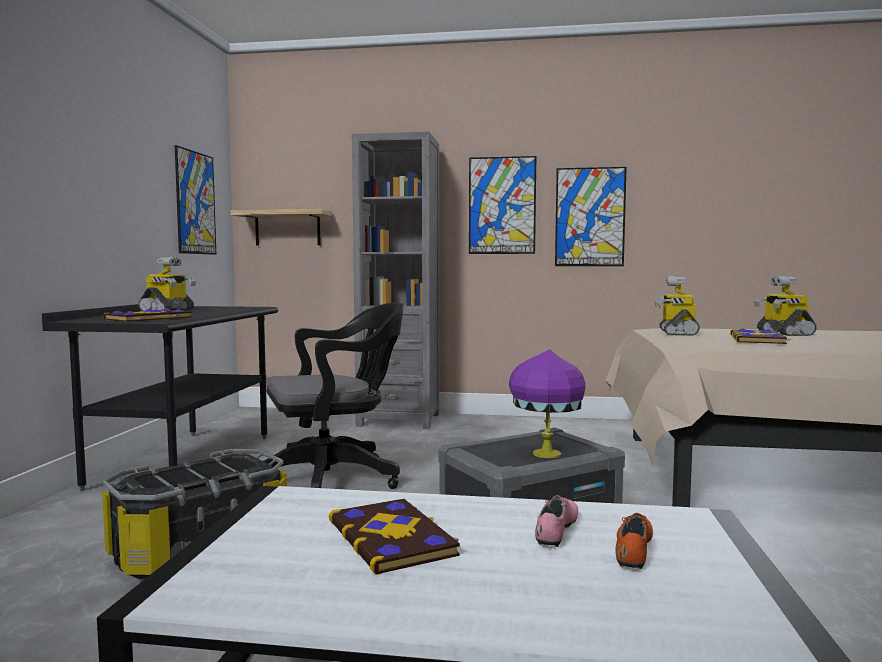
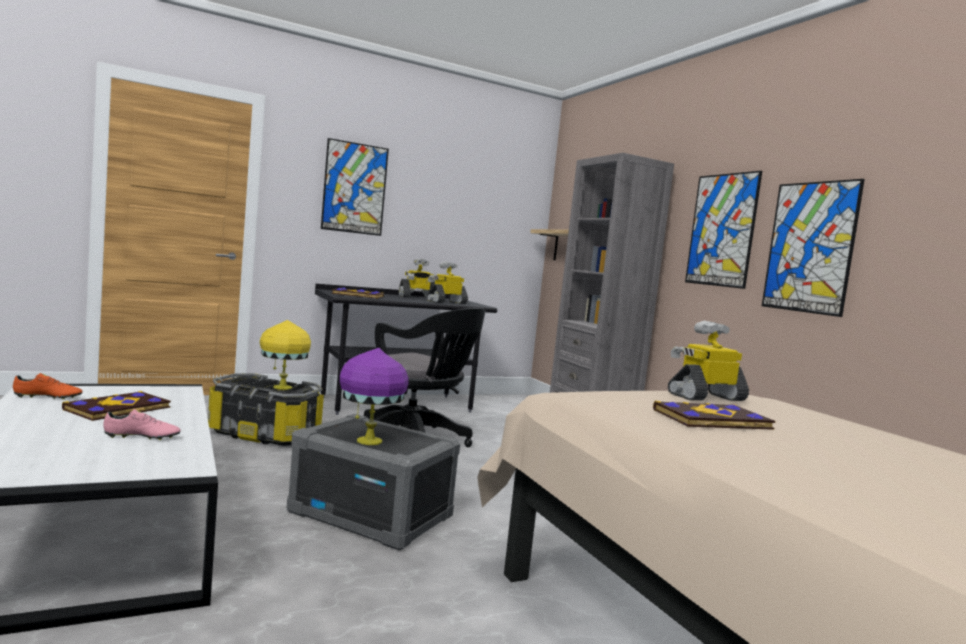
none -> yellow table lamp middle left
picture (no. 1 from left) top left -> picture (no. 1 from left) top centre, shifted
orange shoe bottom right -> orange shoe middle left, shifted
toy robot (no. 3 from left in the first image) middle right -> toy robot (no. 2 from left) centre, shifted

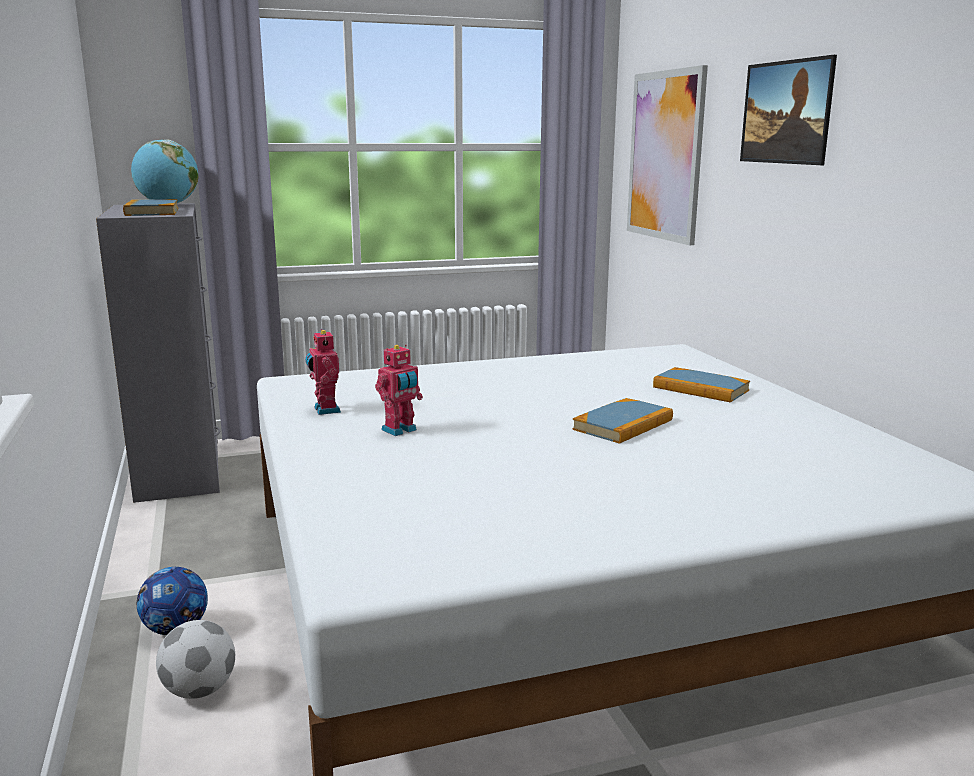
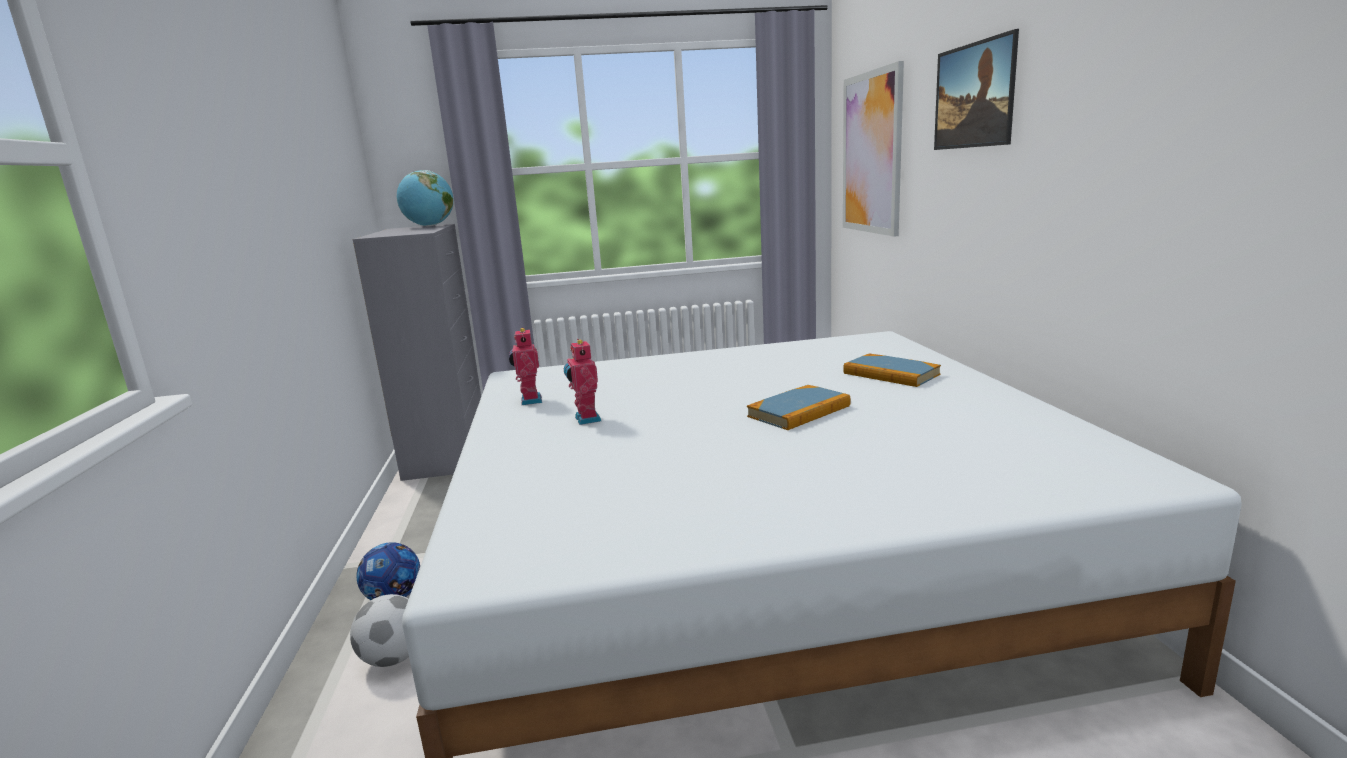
book (no. 1 from left) top left -> none
toy robot (no. 2 from left) centre, 105 degrees clockwise

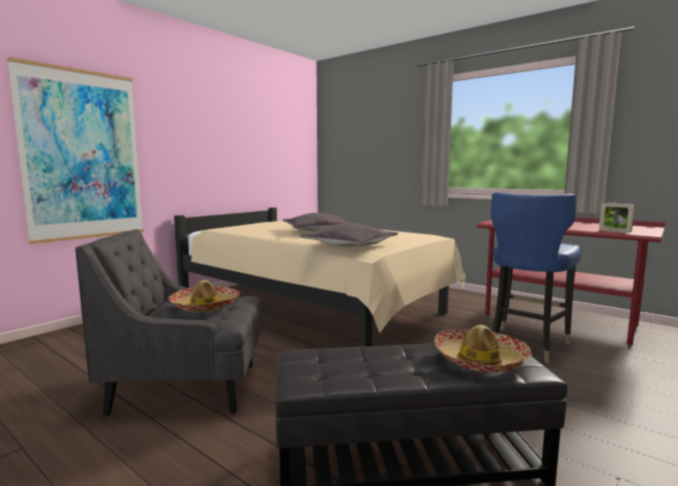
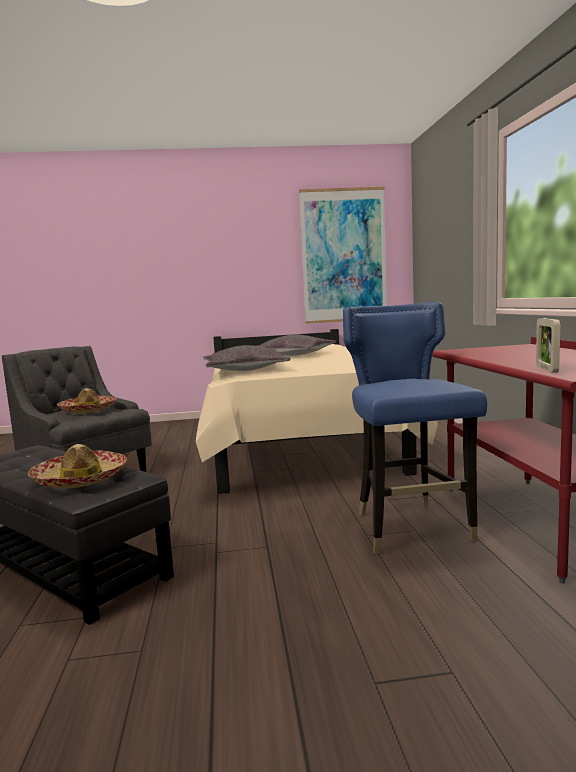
picture top left -> picture top centre, shifted
blue chair middle right, 90 degrees clockwise

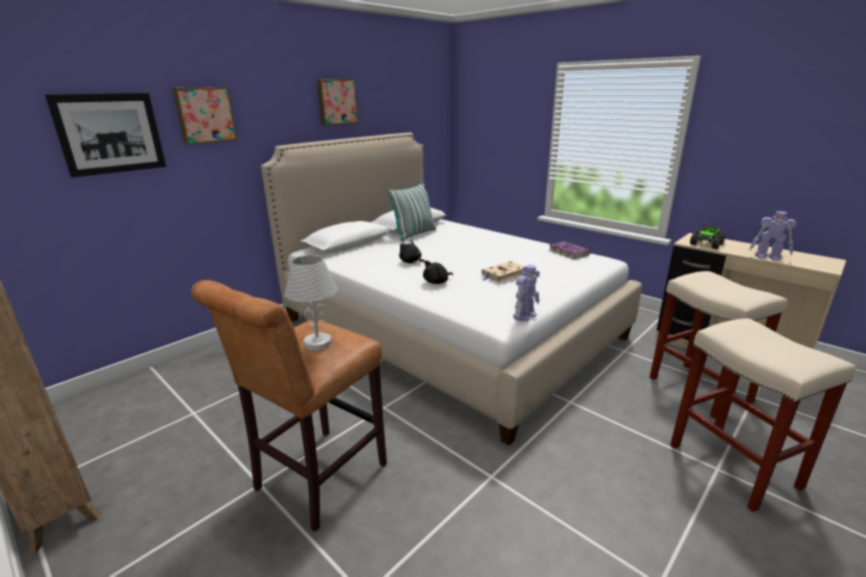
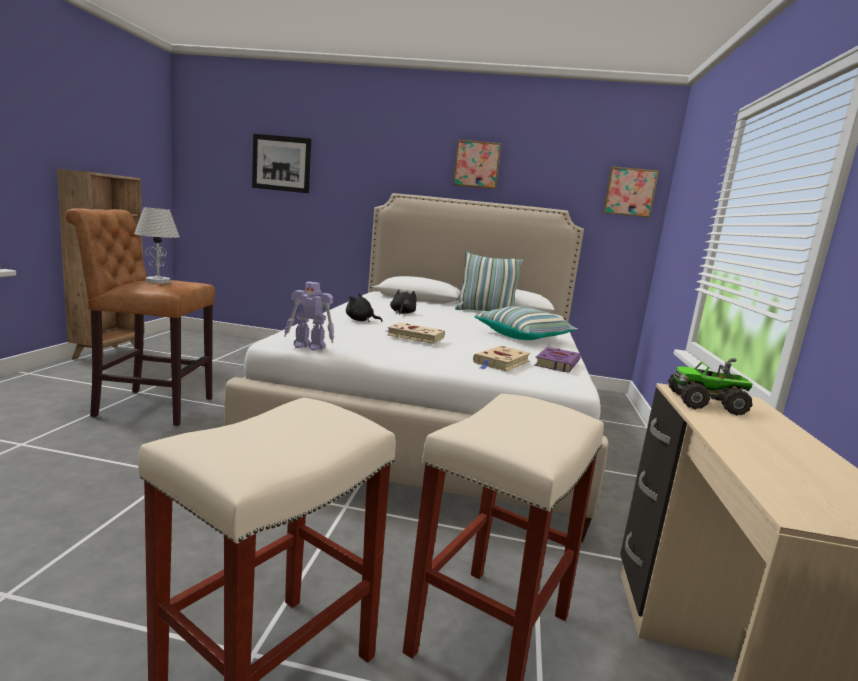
toy robot (no. 2 from left) middle right -> none
none -> beige book (no. 2 from left) centre
none -> pillow (no. 2 from left) centre
picture (no. 2 from left in the first image) top left -> picture (no. 3 from left) top right, shifted

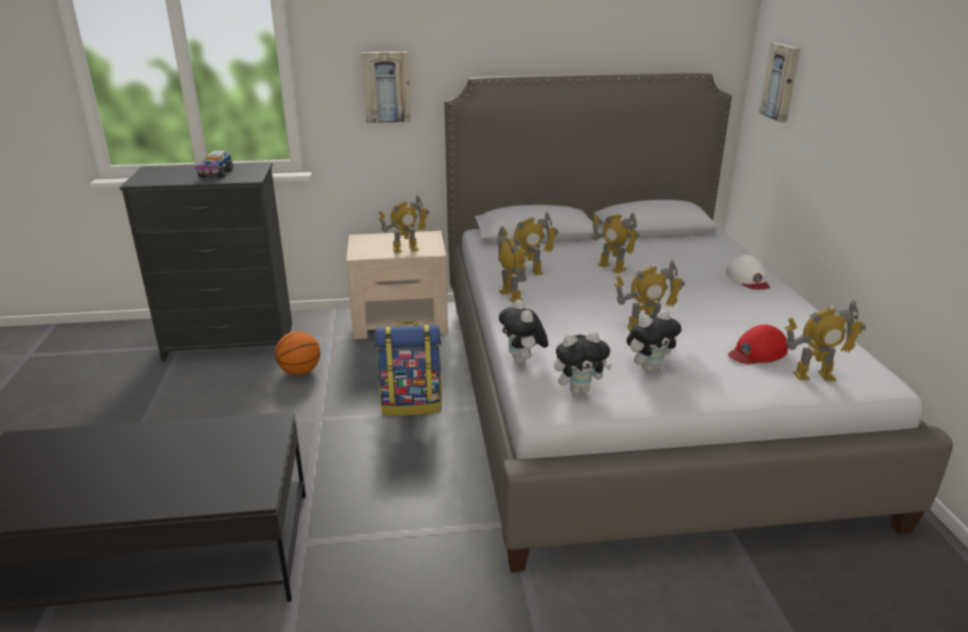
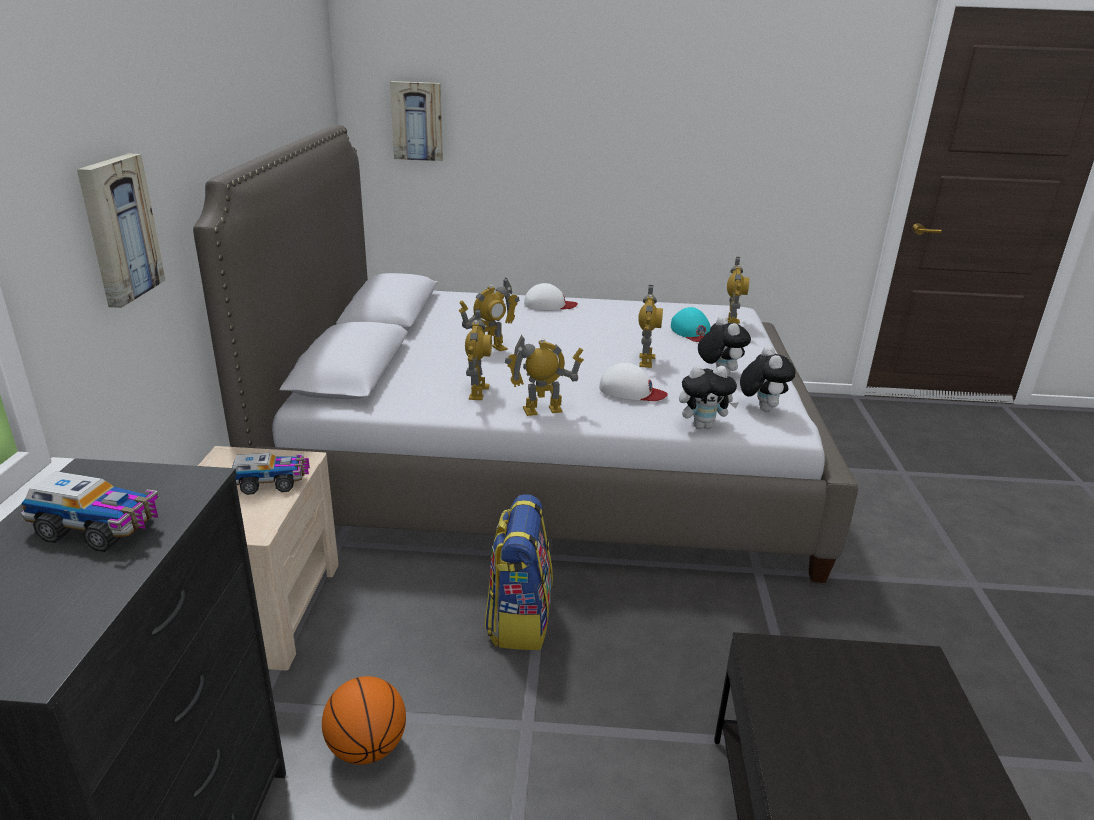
none -> white cap (no. 2 from left) centre
toy robot (no. 1 from left) centre -> toy truck (no. 2 from left) middle left
red cap middle right -> turquoise cap centre

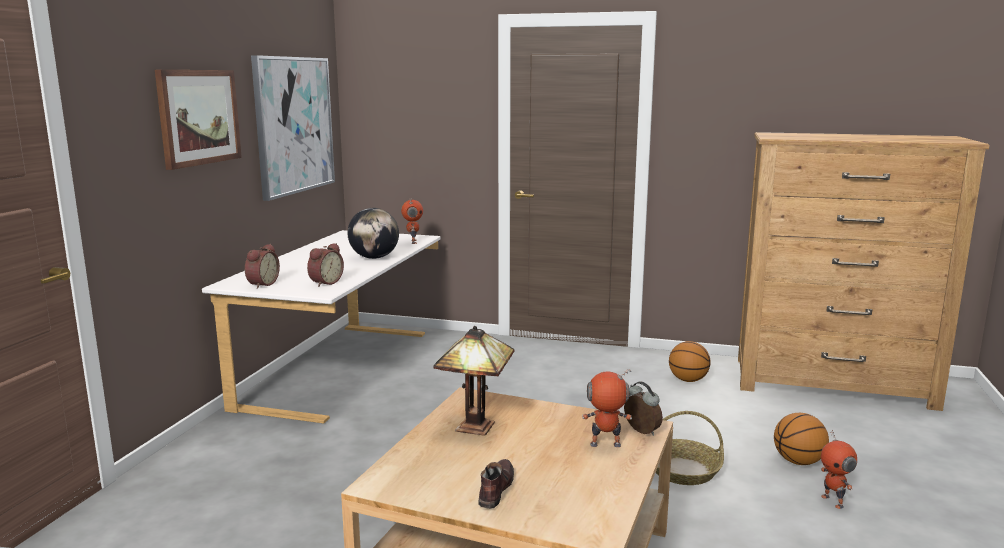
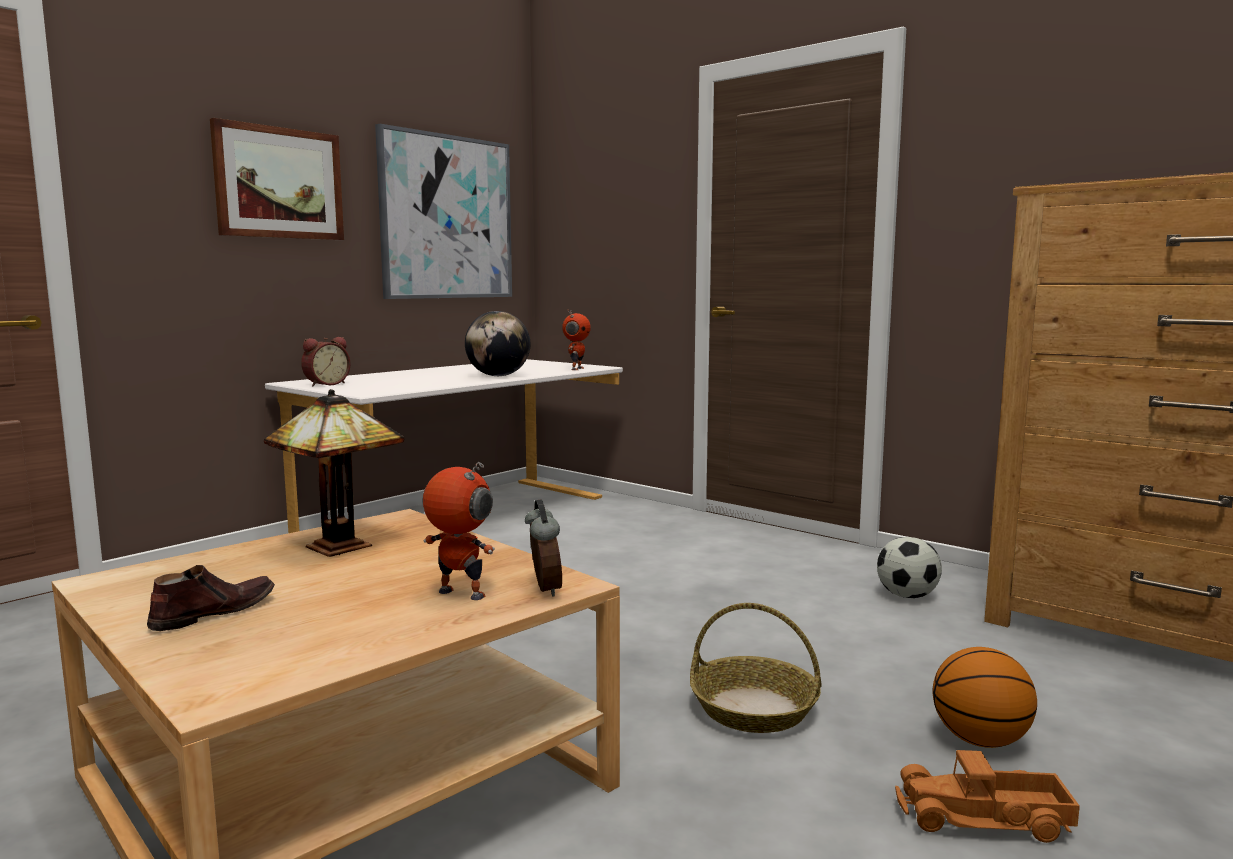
alarm clock (no. 2 from left) middle left -> none
basketball (no. 1 from left) middle right -> football middle right
toy robot (no. 3 from left) bottom right -> toy truck bottom right

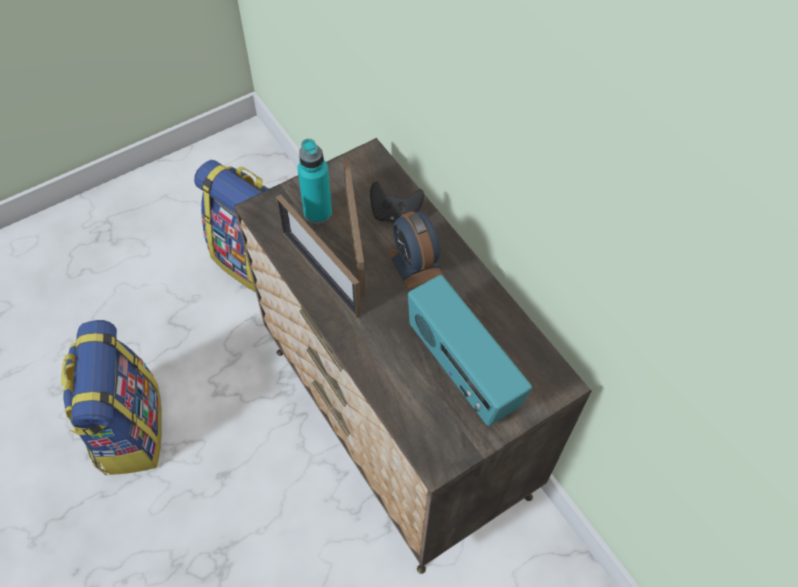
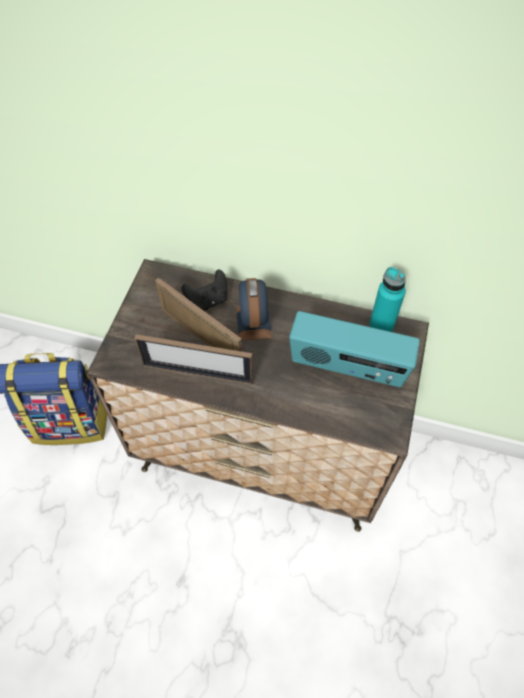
backpack (no. 1 from left) bottom left -> none
turquoise bottle top centre -> turquoise bottle middle right, shifted
alarm clock centre, 60 degrees clockwise

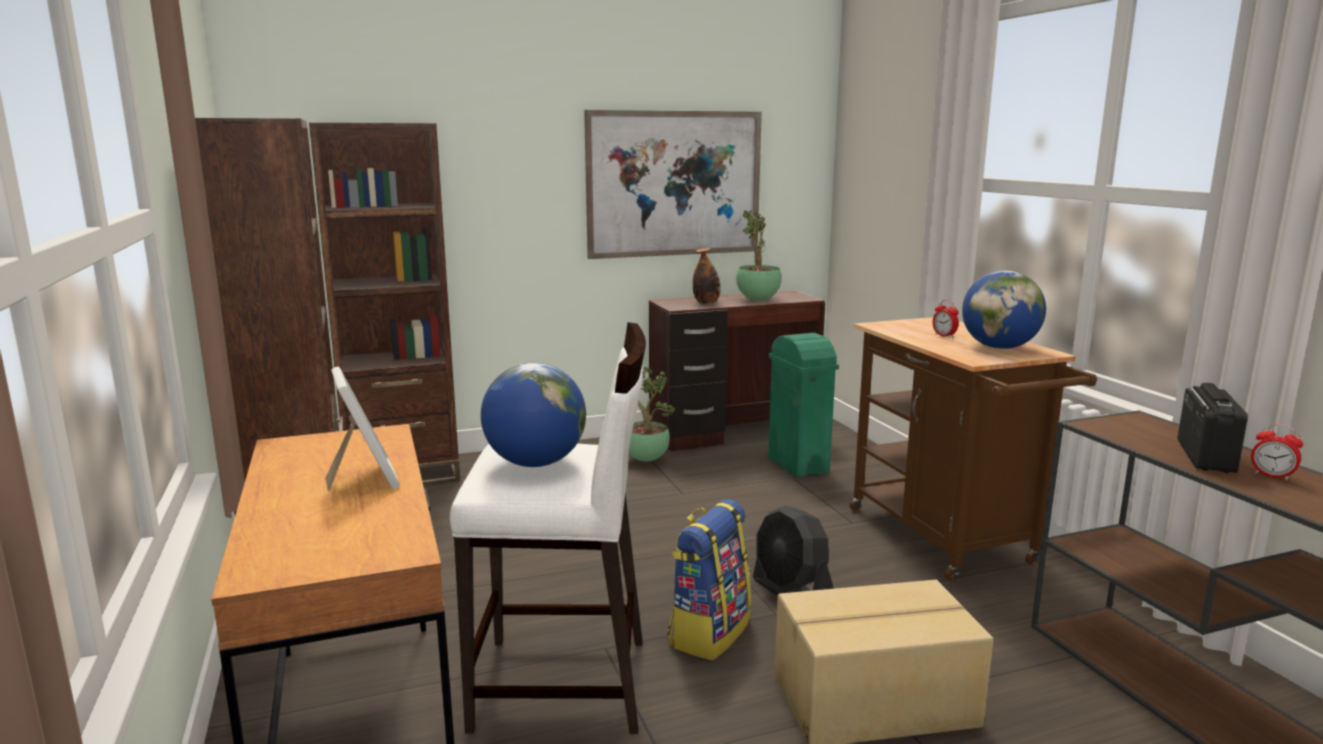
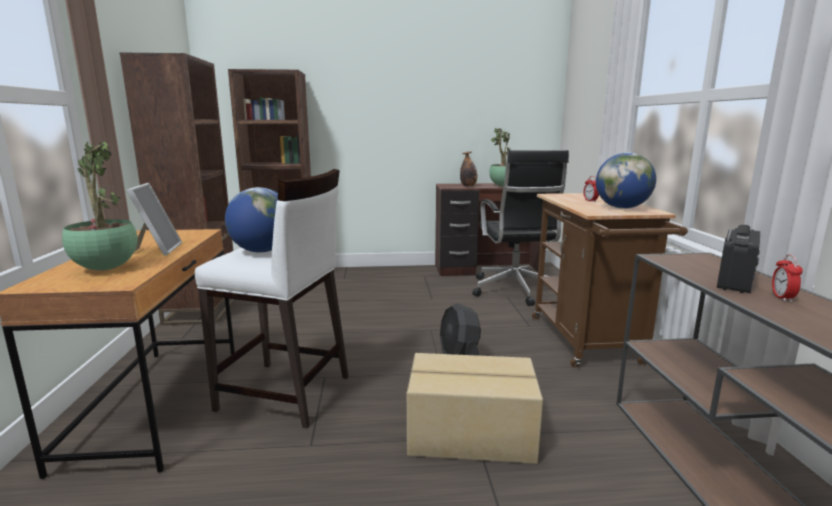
picture top centre -> none
backpack bottom centre -> none
potted plant (no. 1 from left) centre -> potted plant (no. 1 from left) middle left, shifted
green trash can centre -> black office chair centre
alarm clock (no. 2 from left) middle right, 45 degrees clockwise

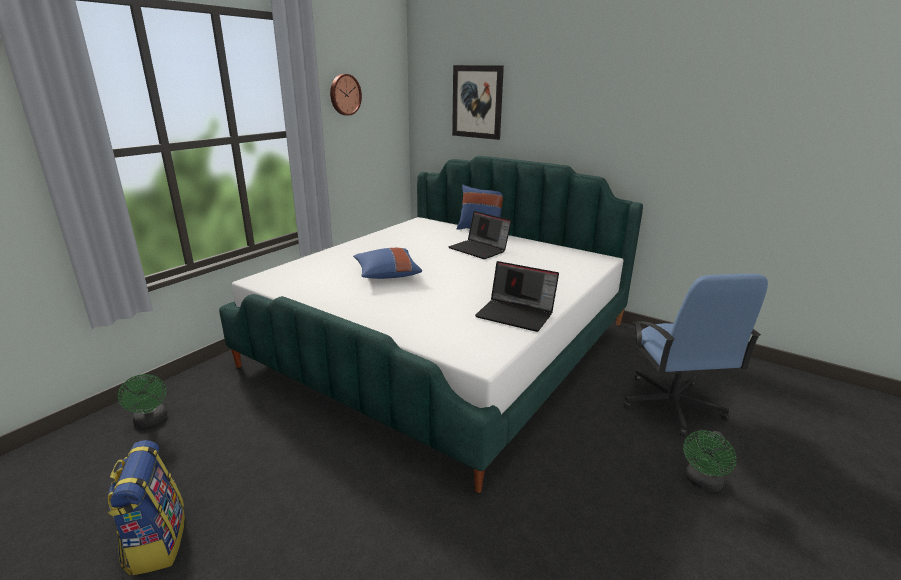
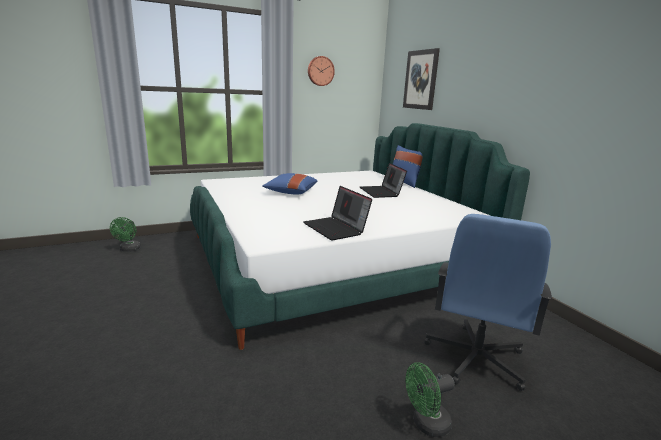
backpack bottom left -> none

